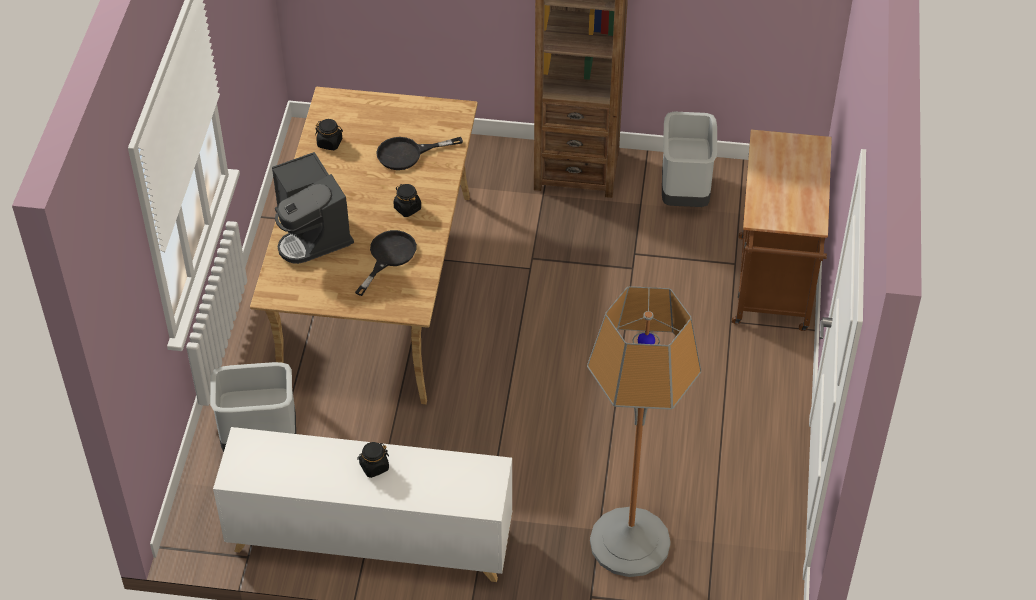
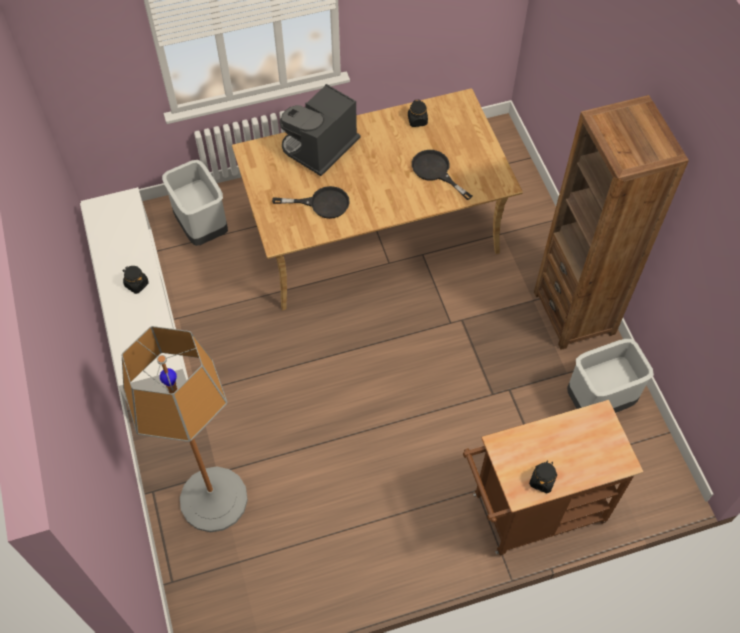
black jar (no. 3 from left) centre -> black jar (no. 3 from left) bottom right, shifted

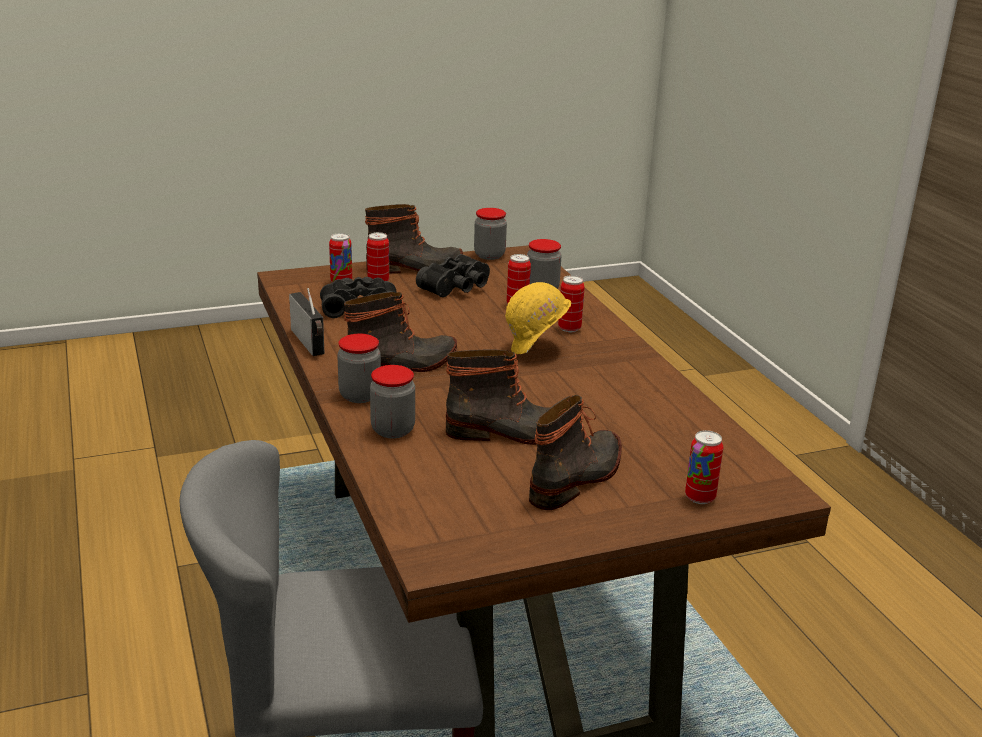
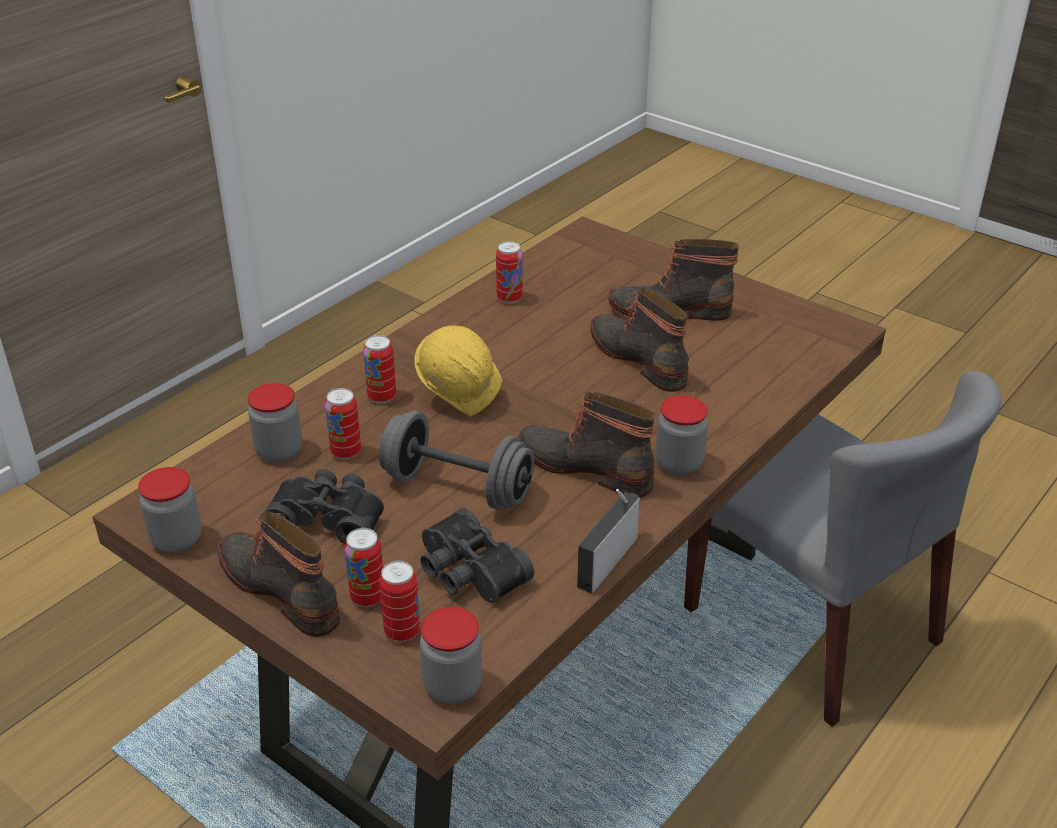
none -> grey dumbbell centre
jar (no. 2 from left in the first image) centre -> jar (no. 3 from left) bottom centre, shifted
can (no. 5 from left) middle right -> can (no. 5 from left) top centre, shifted

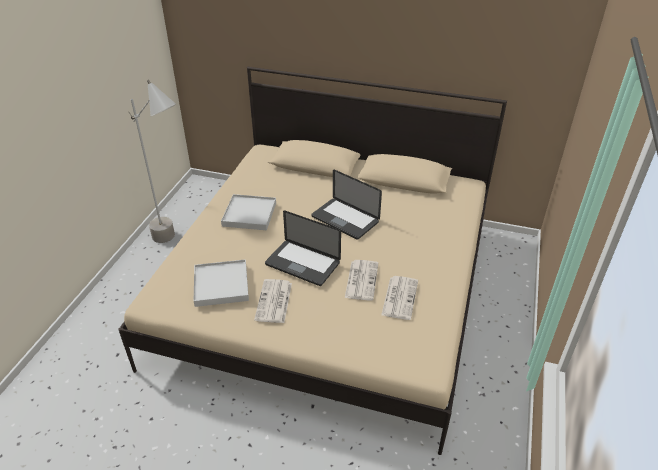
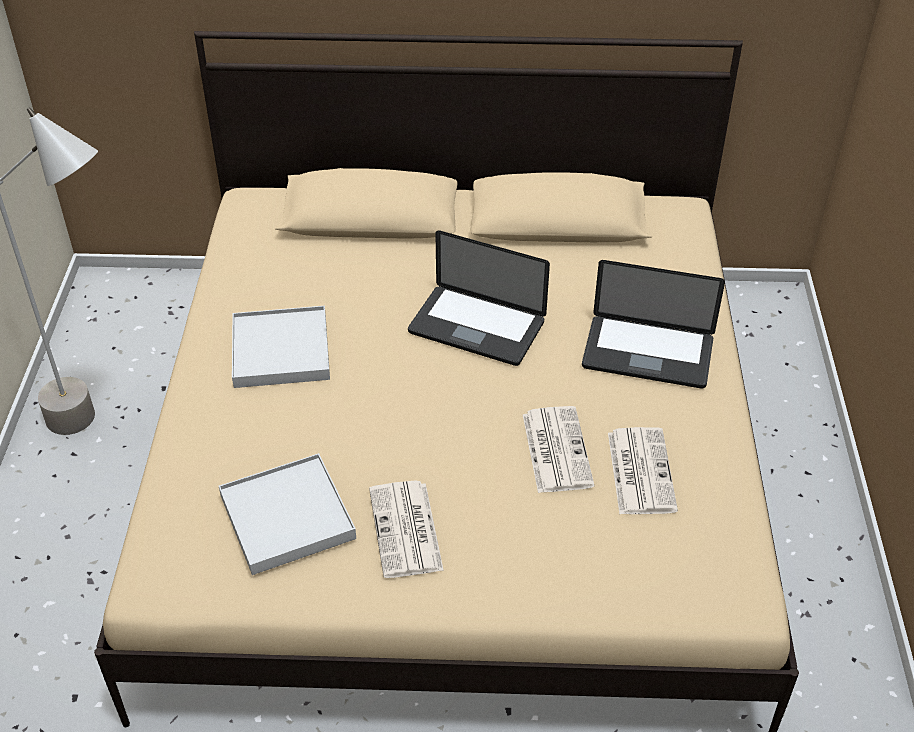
laptop (no. 1 from left in the first image) centre -> laptop (no. 2 from left) middle right, shifted

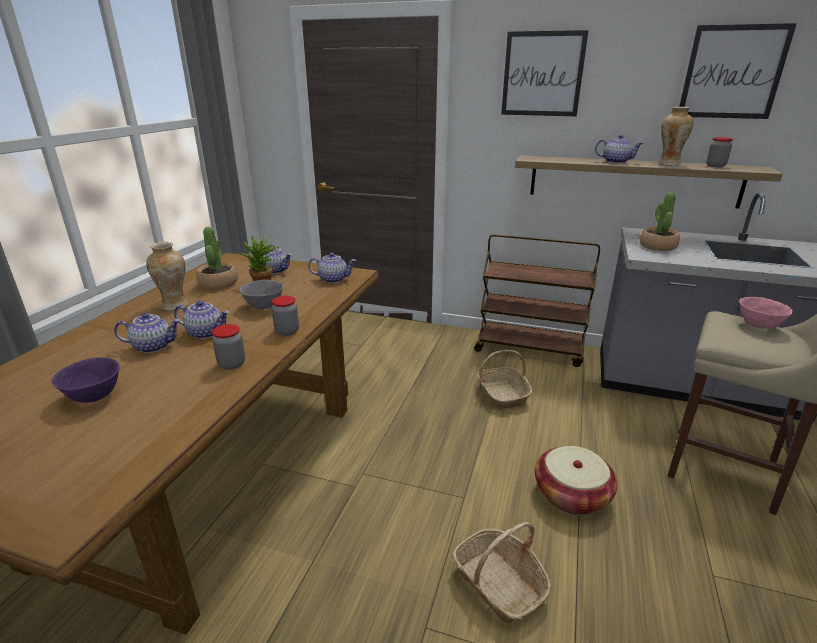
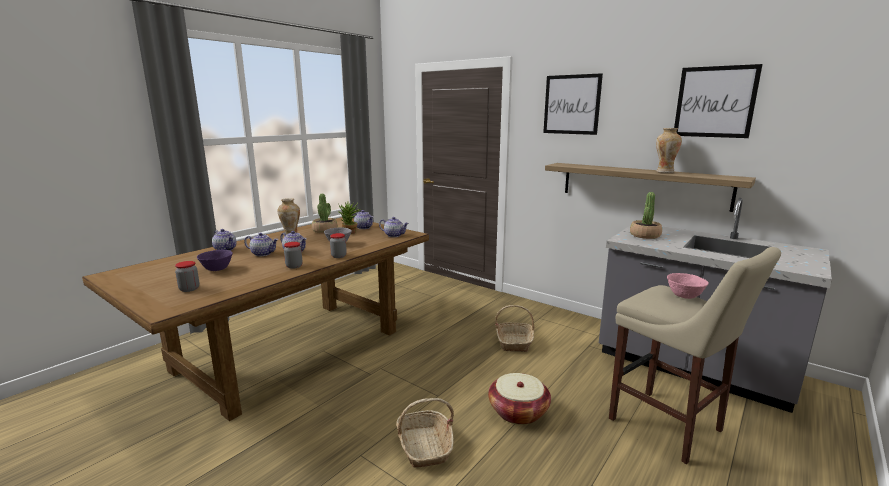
brown cart centre -> none
teapot (no. 5 from left in the first image) top right -> teapot (no. 1 from left) middle left, shifted
jar (no. 3 from left in the first image) top right -> jar (no. 1 from left) middle left, shifted

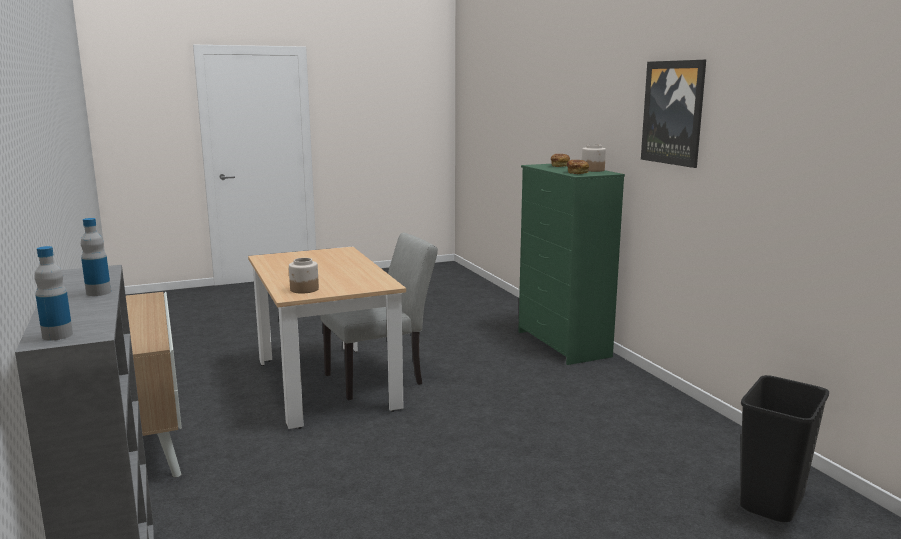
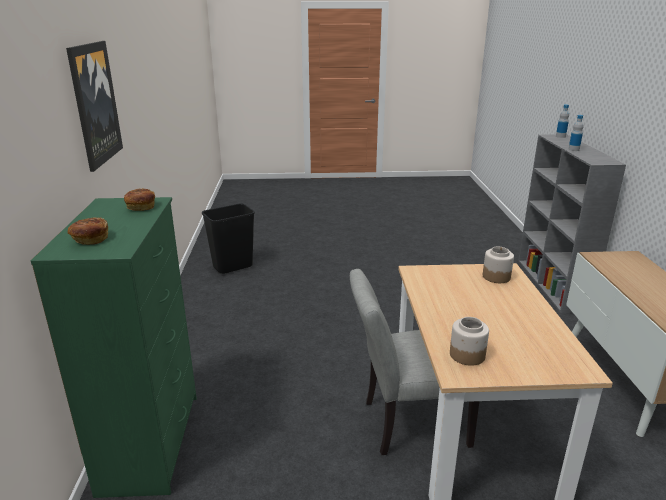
jar (no. 2 from left in the first image) top centre -> jar (no. 1 from left) bottom right, shifted

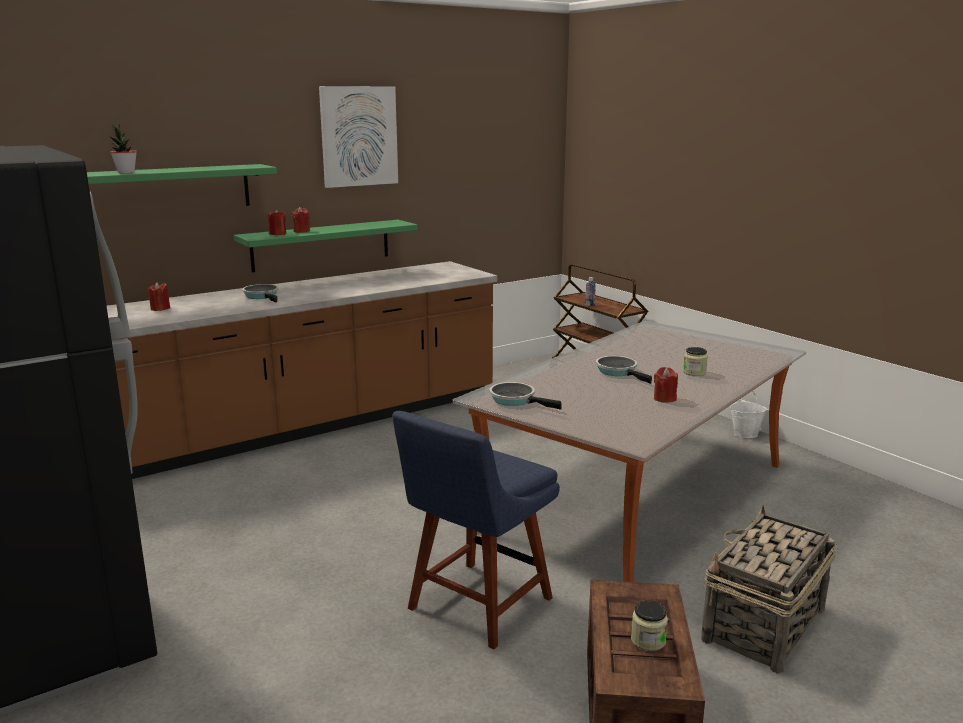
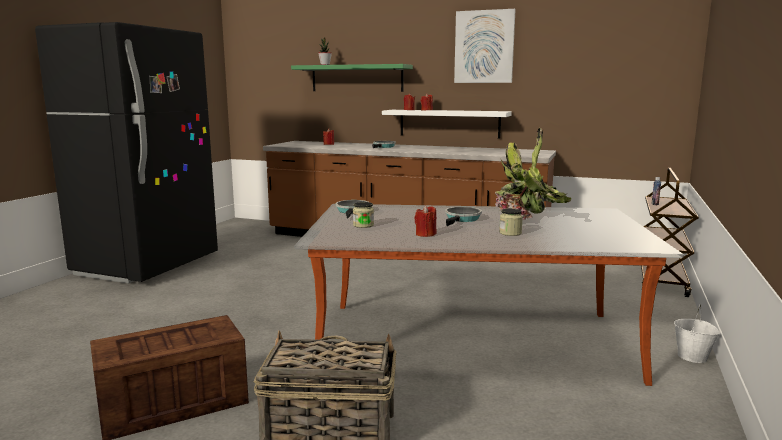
blue chair bottom centre -> none
none -> potted plant (no. 2 from left) middle right
jar (no. 1 from left) bottom right -> jar (no. 1 from left) centre, shifted
green shelf (no. 2 from left) centre -> white shelf top centre

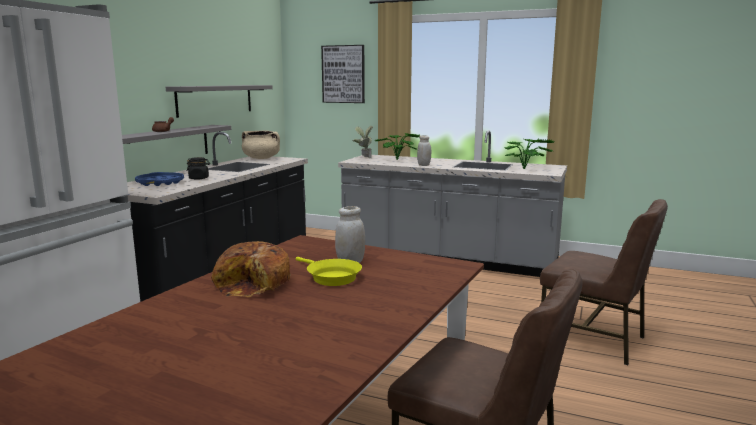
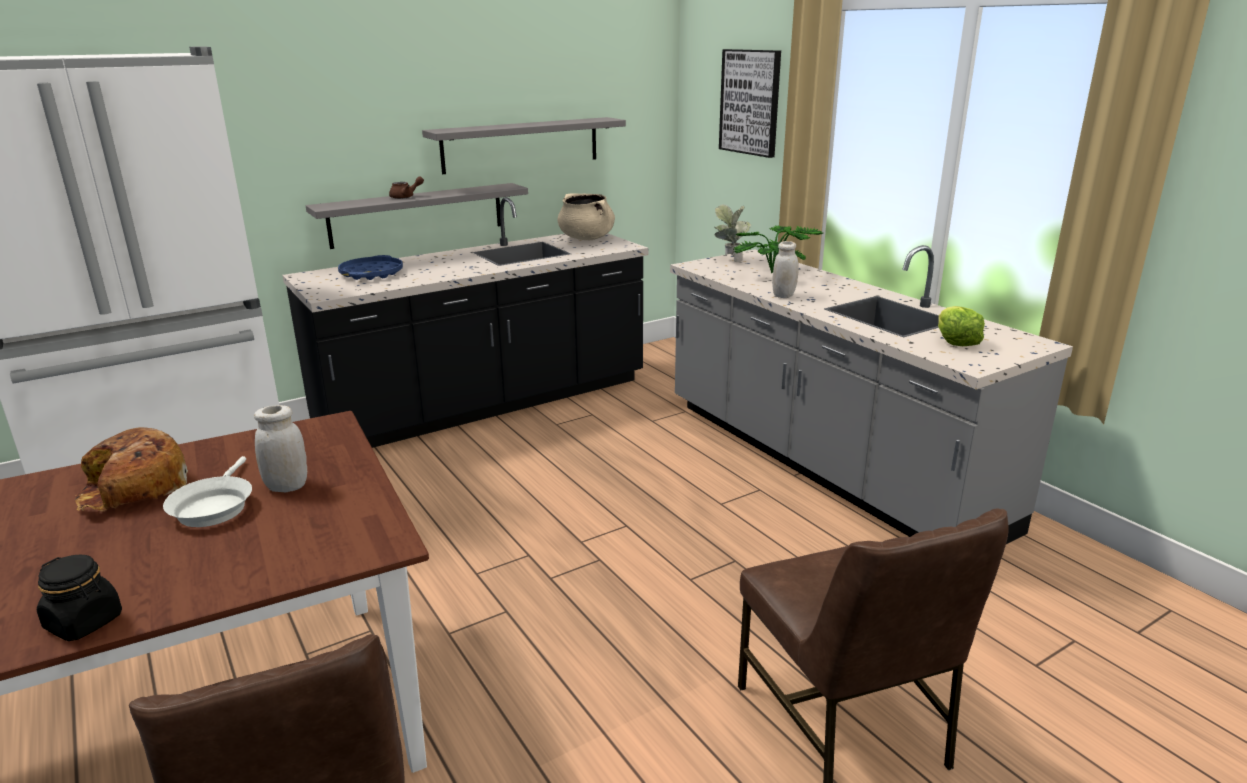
black jar middle left -> black jar bottom left, shifted
potted plant (no. 3 from left) middle right -> lettuce middle right
yellow frying pan centre -> white frying pan middle left

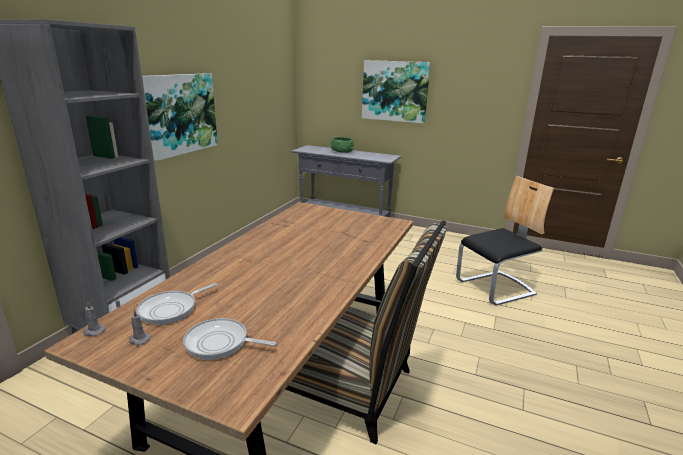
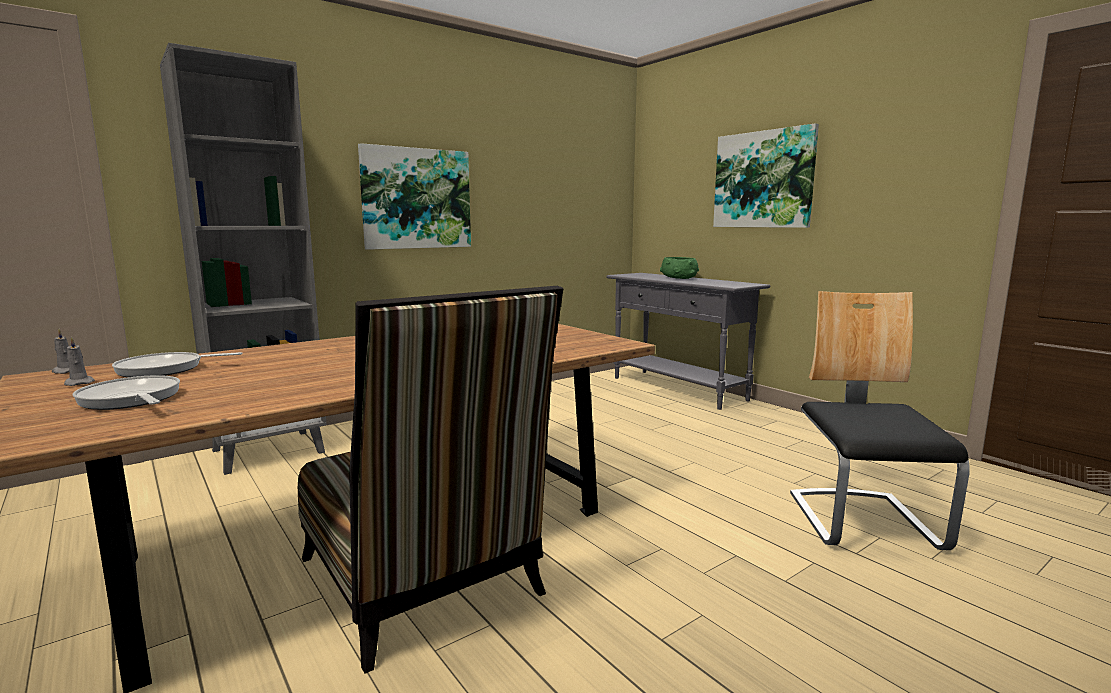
chair (no. 2 from left) middle right, 90 degrees counterclockwise

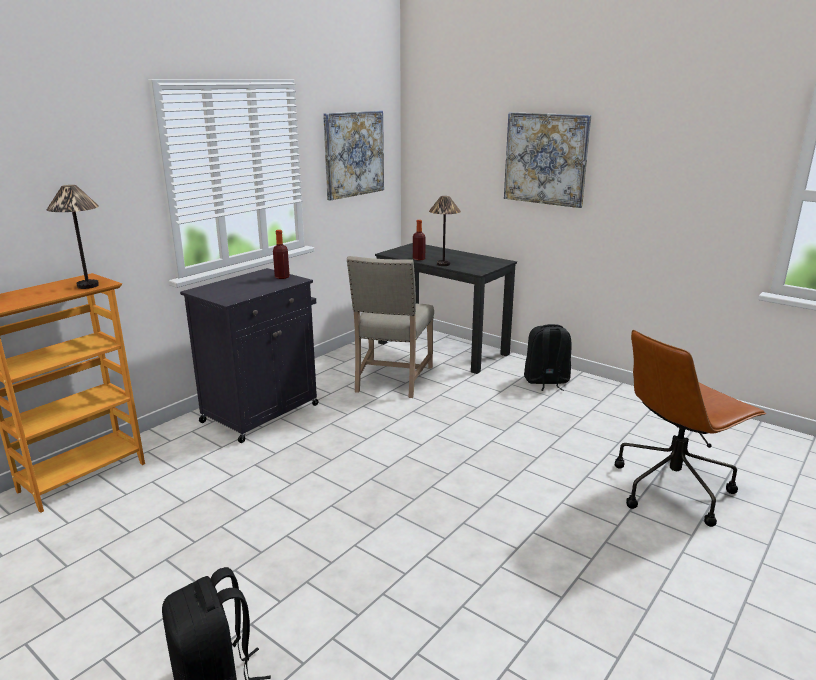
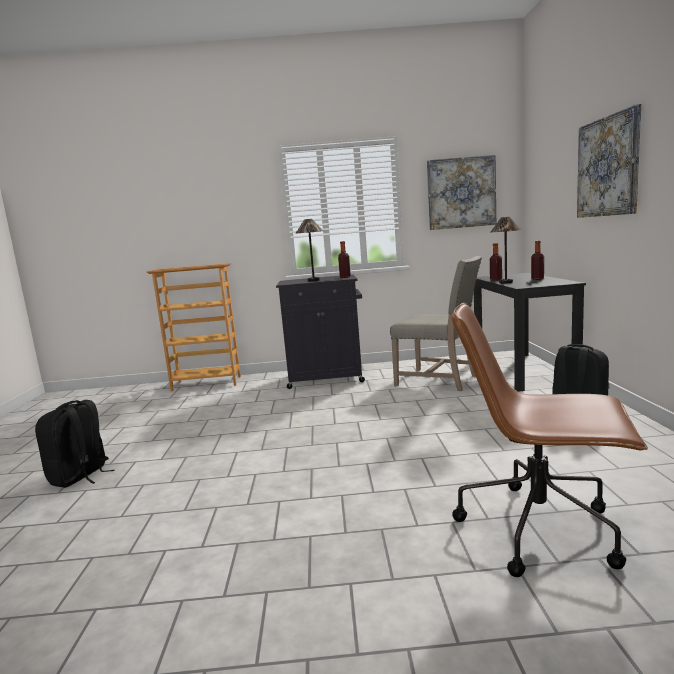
none -> bottle (no. 3 from left) middle right
table lamp (no. 1 from left) middle left -> table lamp (no. 1 from left) centre, shifted
beige chair centre, 120 degrees counterclockwise

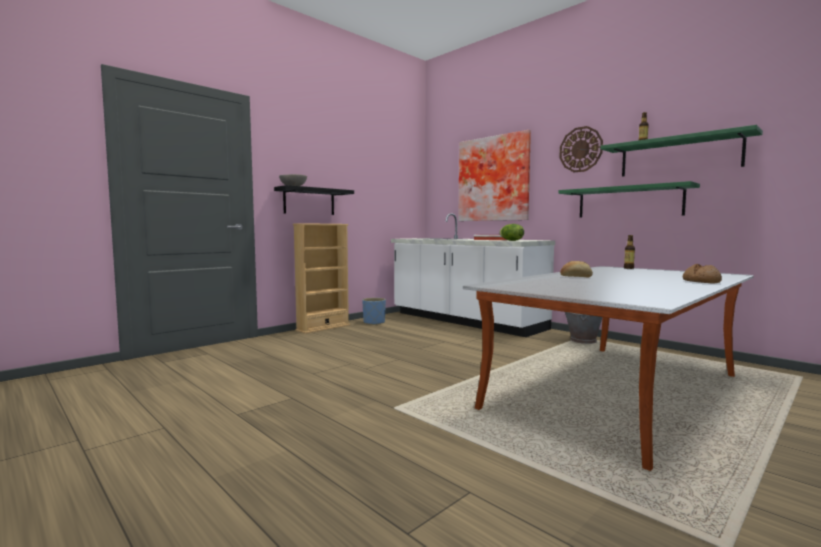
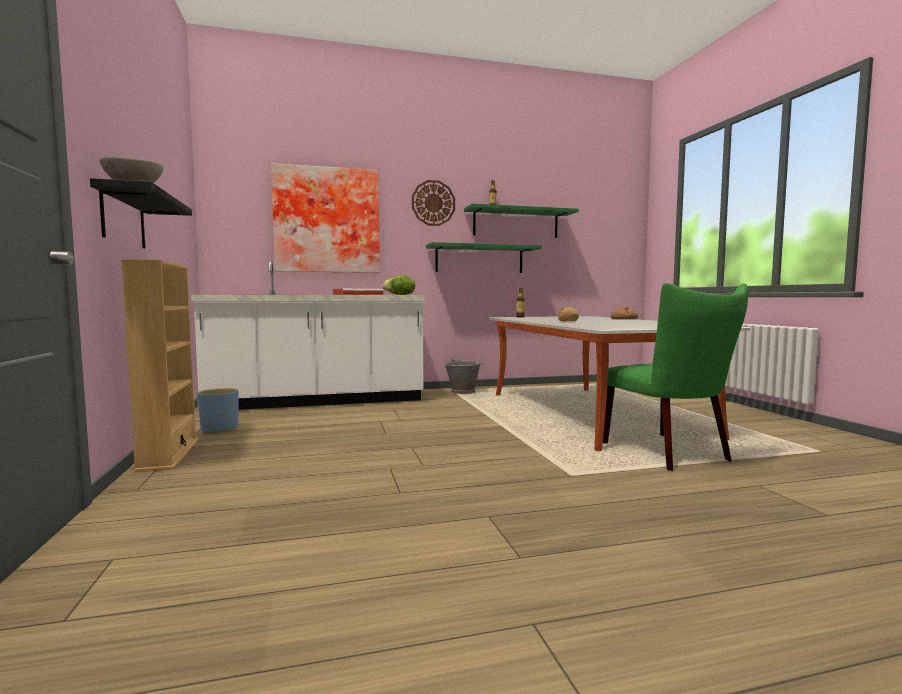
none -> green chair middle right

